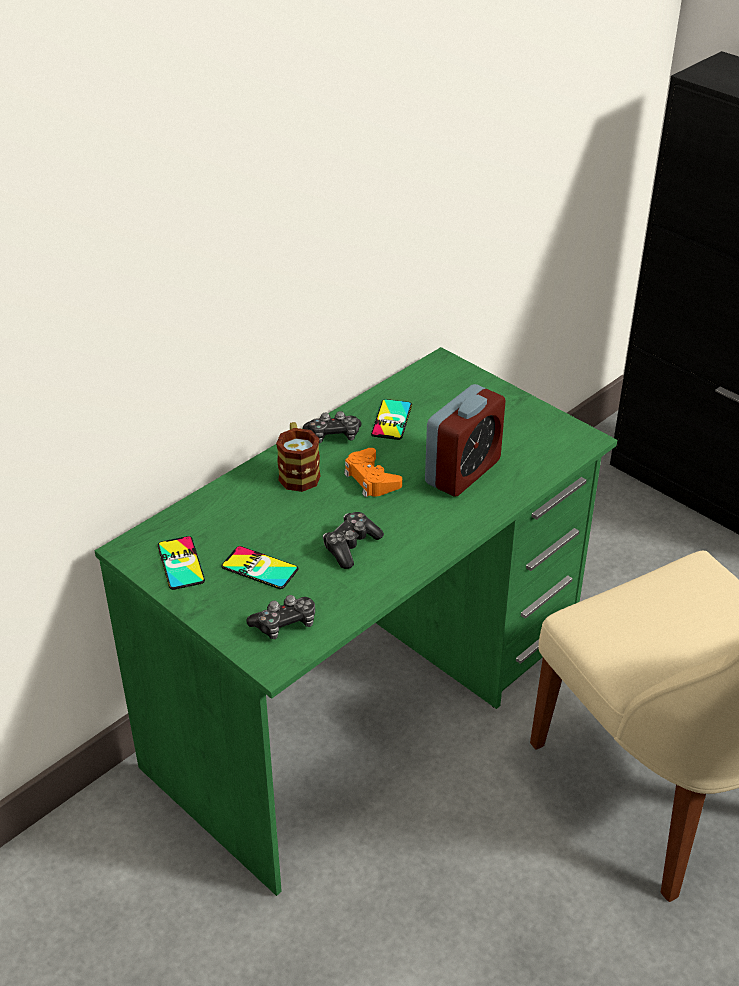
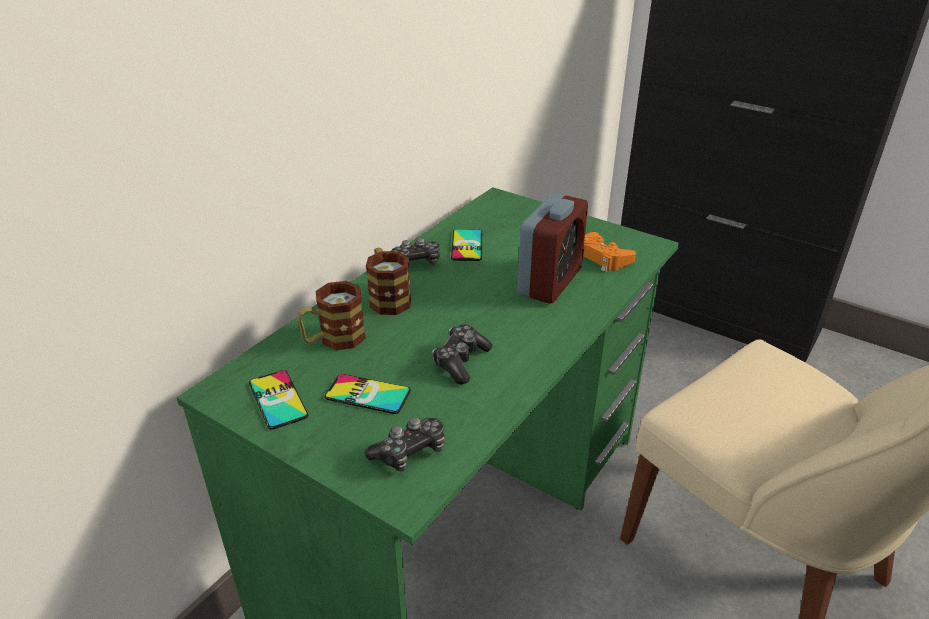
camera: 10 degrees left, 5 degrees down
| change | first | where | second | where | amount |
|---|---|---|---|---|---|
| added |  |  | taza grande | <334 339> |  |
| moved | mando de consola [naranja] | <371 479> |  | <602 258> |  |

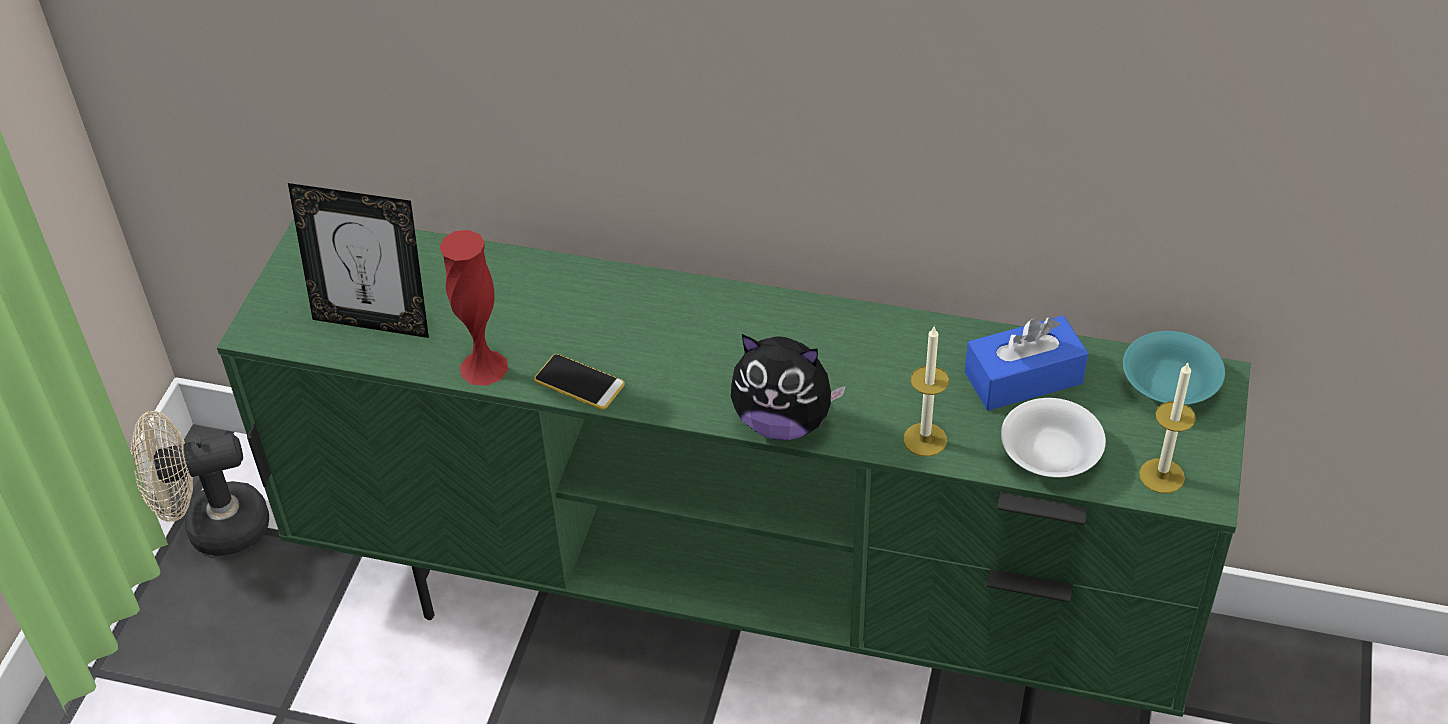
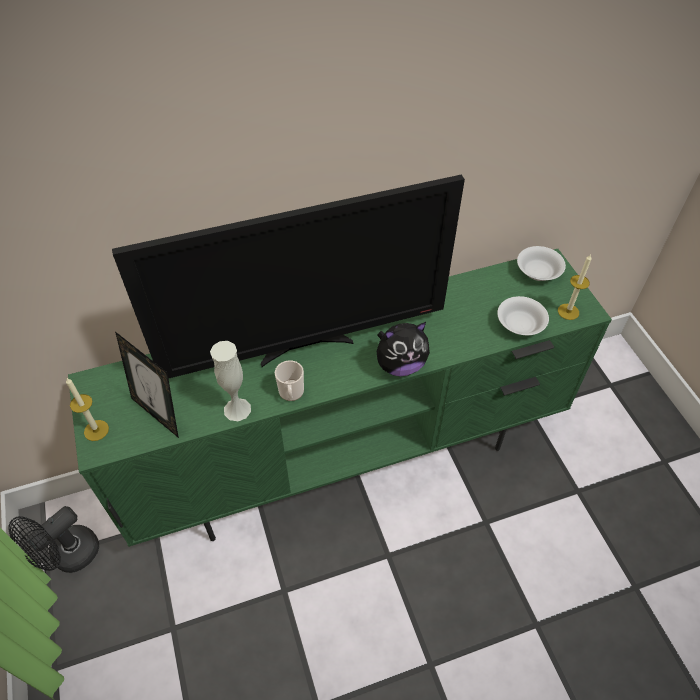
camera: 35 degrees left, 5 degrees up
| change | first | where | second | where | amount |
|---|---|---|---|---|---|
| removed | caja de pañuelos [azul] | <1023 378> |  |  |  |
| added |  |  | televisor | <306 346> |  |
| moved | vela | <925 439> |  | <96 430> |  |
| replaced | móvil | <579 382> | taza grande | <291 393> |  |
| recoloured | ventilador [beis] | <213 528> | ventilador [negro] | <68 556> |  |
| recoloured | florero [rojo] | <484 367> | florero [blanco] | <237 409> |  |
| recoloured | cuenco [turquesa] | <1170 386> | cuenco [blanco] | <538 272> |  |
| turned | portarretratos | <374 321> |  | <159 413> | 60 degrees clockwise |

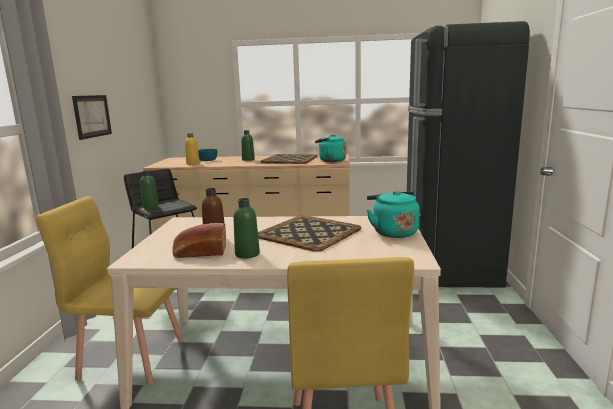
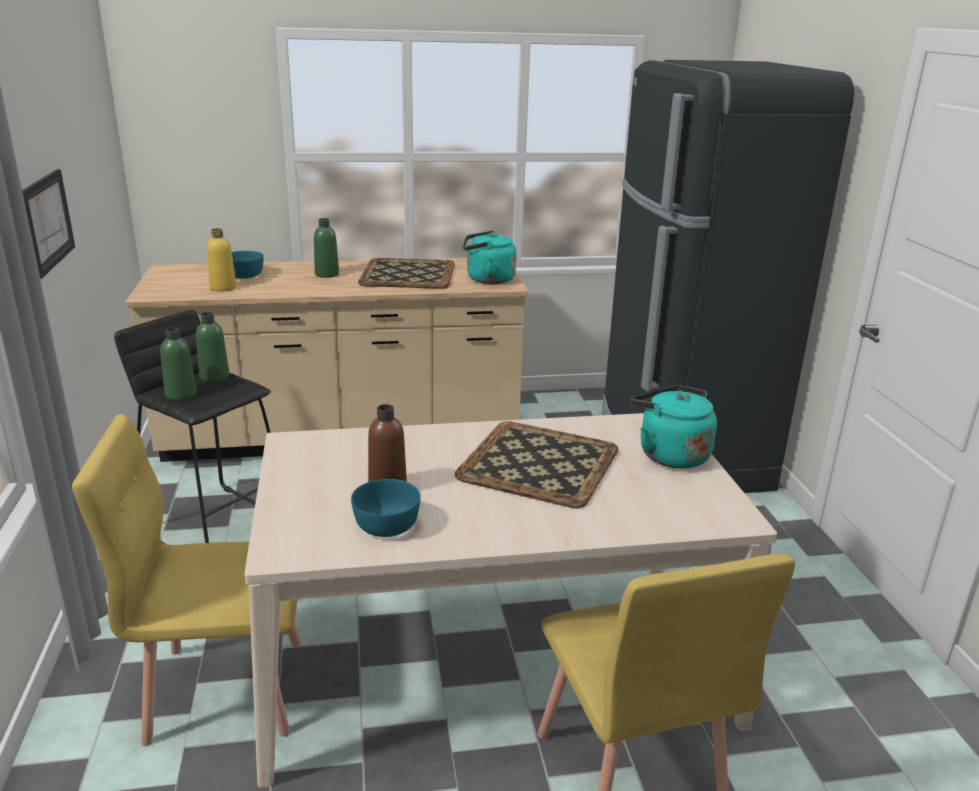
camera: 15 degrees left, 10 degrees up
| change | first | where | second | where | amount |
|---|---|---|---|---|---|
| moved | botella [verde] | <247 254> |  | <214 376> |  |
| replaced | pan | <199 253> | cuenco [turquesa] | <385 525> |  |

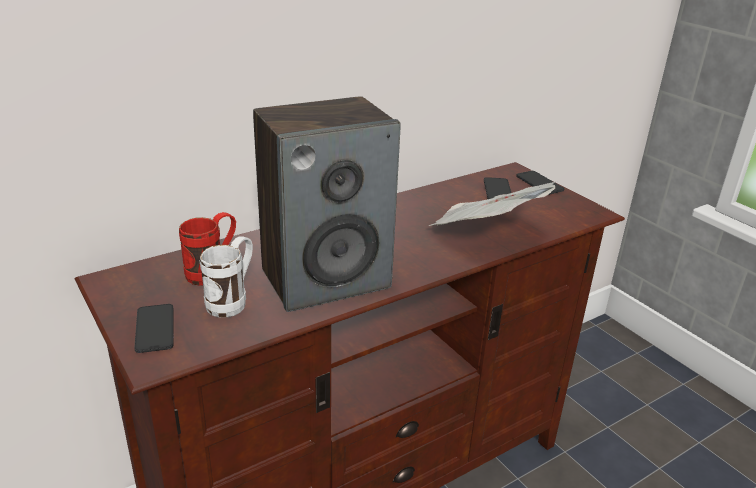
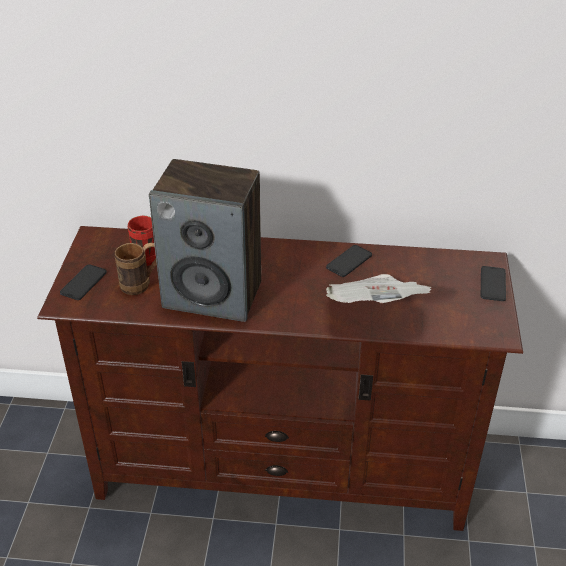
camera: 40 degrees right, 10 degrees up
| change | first | where | second | where | amount |
|---|---|---|---|---|---|
| moved | móvil | <497 190> |  | <349 261> |  |
| recoloured | taza grande [blanco] | <233 301> | taza grande [marrón] | <142 284> |  |

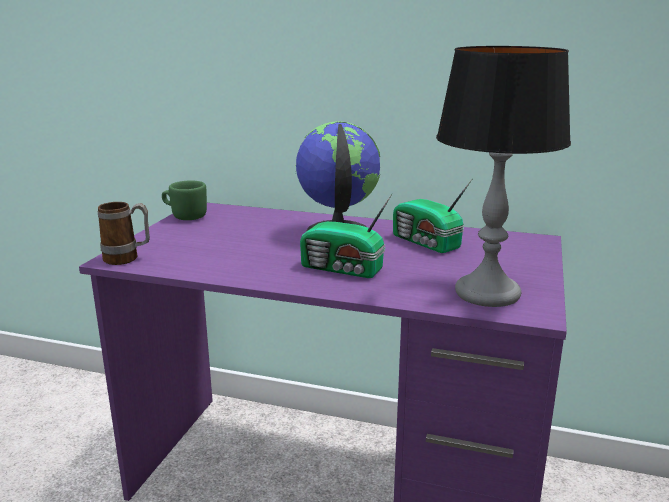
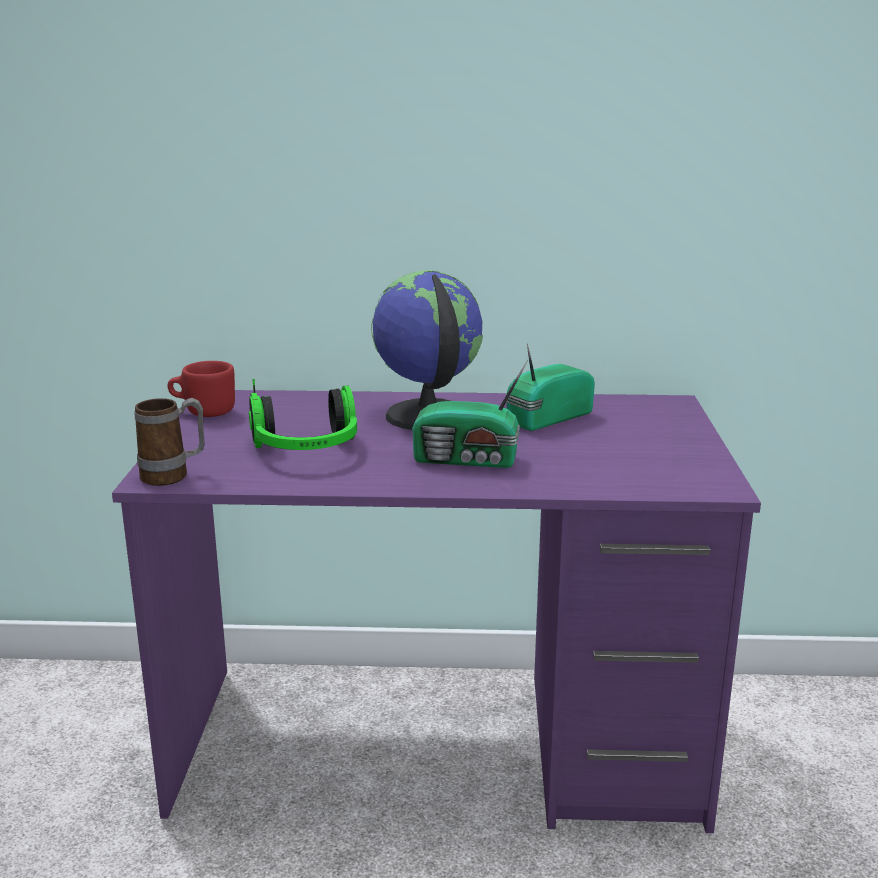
camera: 15 degrees left, 0 degrees up
| change | first | where | second | where | amount |
|---|---|---|---|---|---|
| removed | lámpara de mesa | <488 293> |  |  |  |
| added |  |  | auriculares | <307 451> |  |
| recoloured | taza grande [verde] | <185 216> | taza grande [rojo] | <203 411> |  |
| turned | radio | <426 243> |  | <545 418> | 105 degrees clockwise |

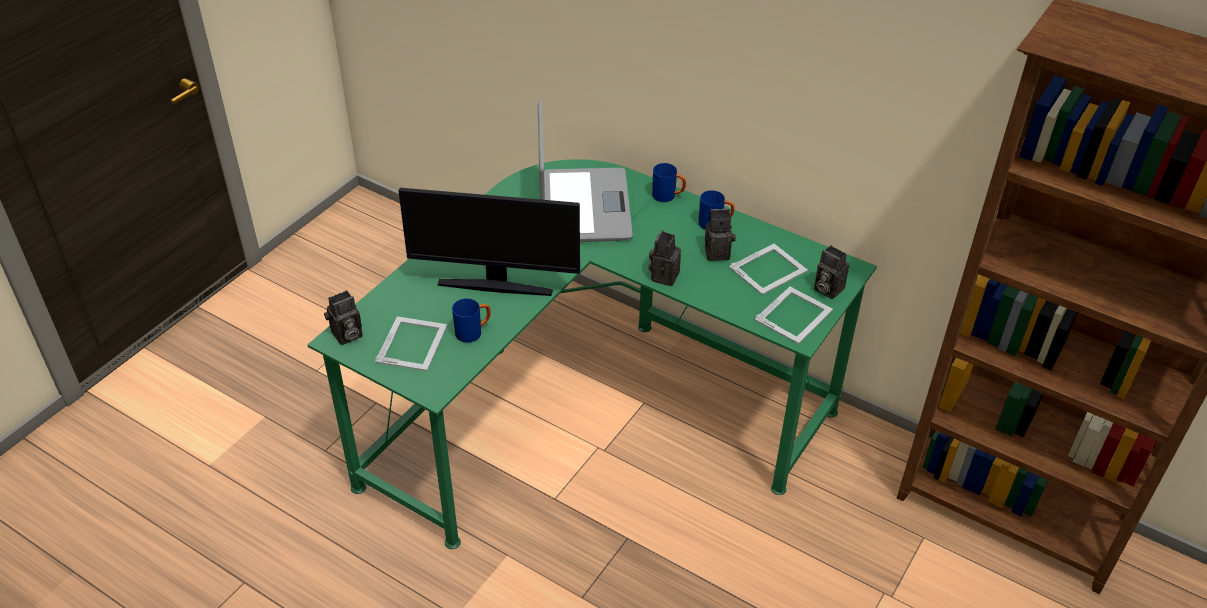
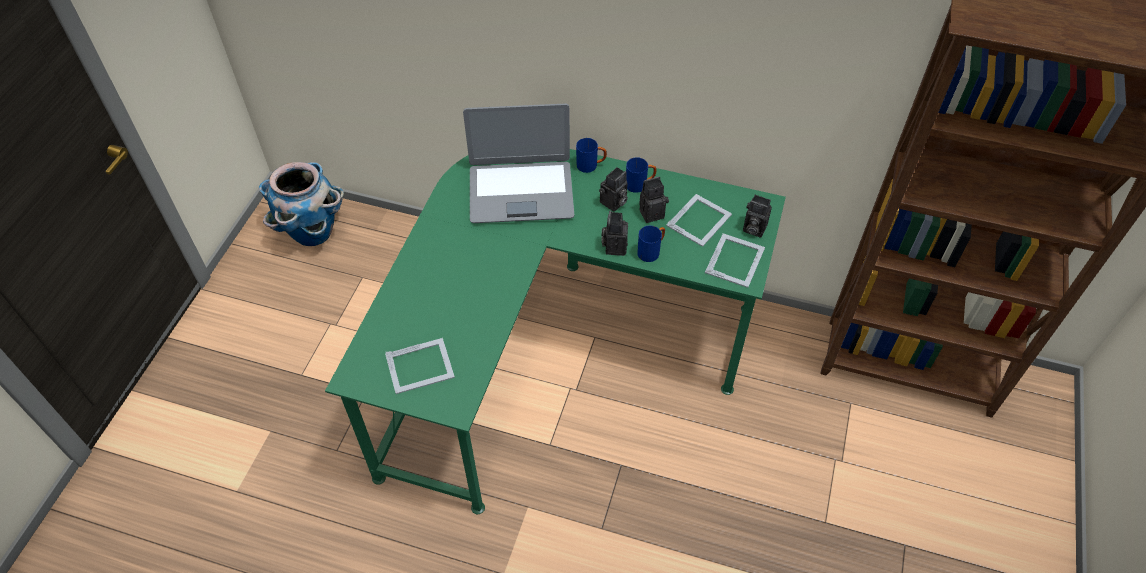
camera: 15 degrees left, 10 degrees up
| change | first | where | second | where | amount |
|---|---|---|---|---|---|
| removed | monitor | <495 285> |  |  |  |
| added |  |  | maceta | <312 232> |  |
| moved | cámara | <346 336> |  | <613 203> |  |
| moved | taza grande [azul] | <473 332> |  | <651 251> |  |
| turned | portarretratos | <412 343> |  | <420 366> | 75 degrees clockwise |
| turned | portátil | <583 206> |  | <521 192> | 105 degrees clockwise |

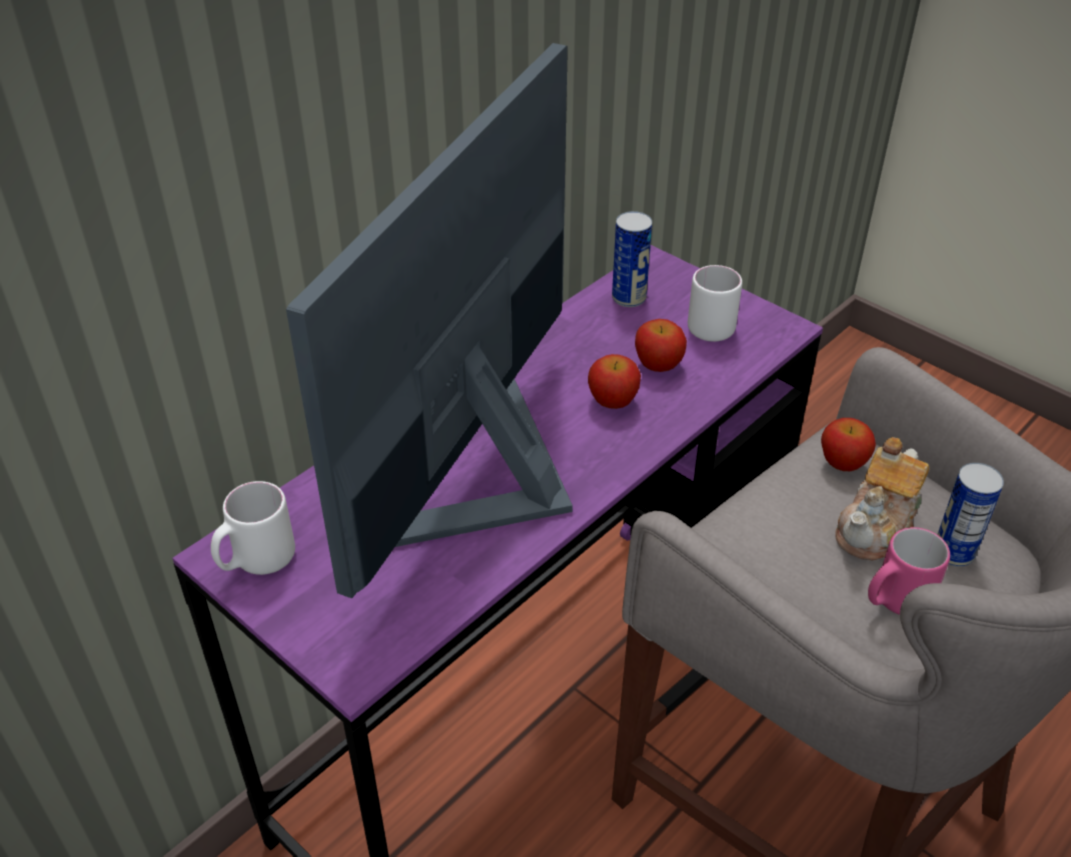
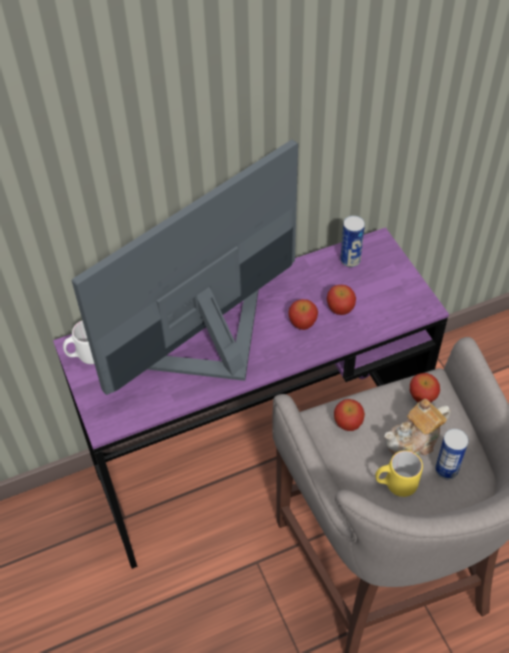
camera: 25 degrees right, 10 degrees up
| change | first | where | second | where | amount |
|---|---|---|---|---|---|
| removed | taza grande [blanco] | <709 323> |  |  |  |
| added |  |  | manzana | <347 423> |  |
| recoloured | taza grande [rosa] | <895 601> | taza grande [amarillo] | <395 484> |  |

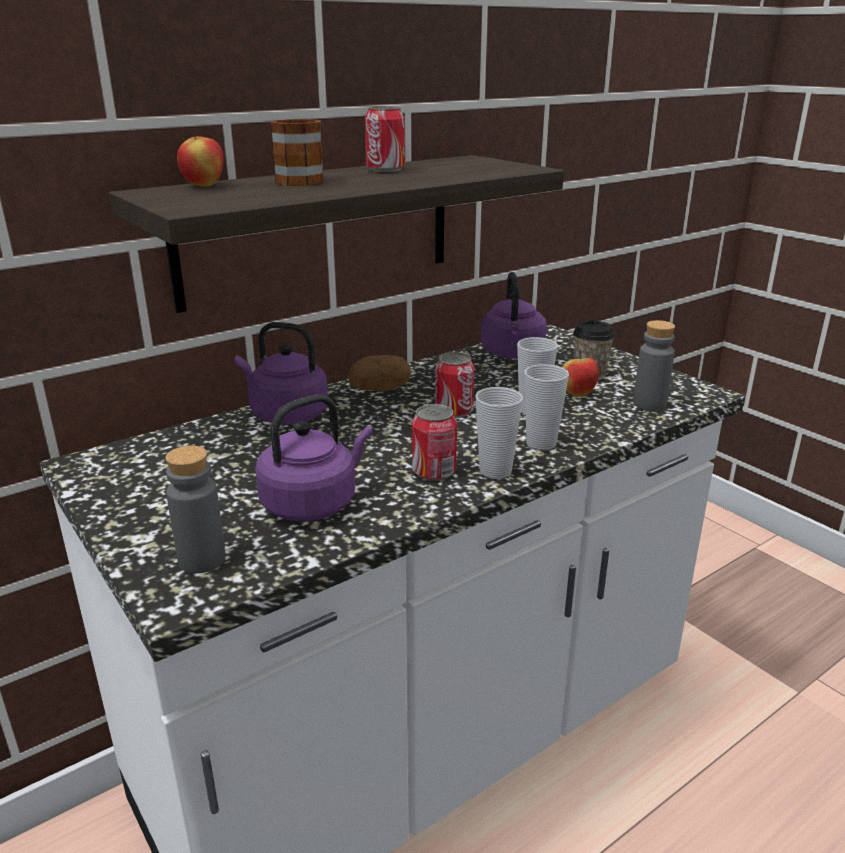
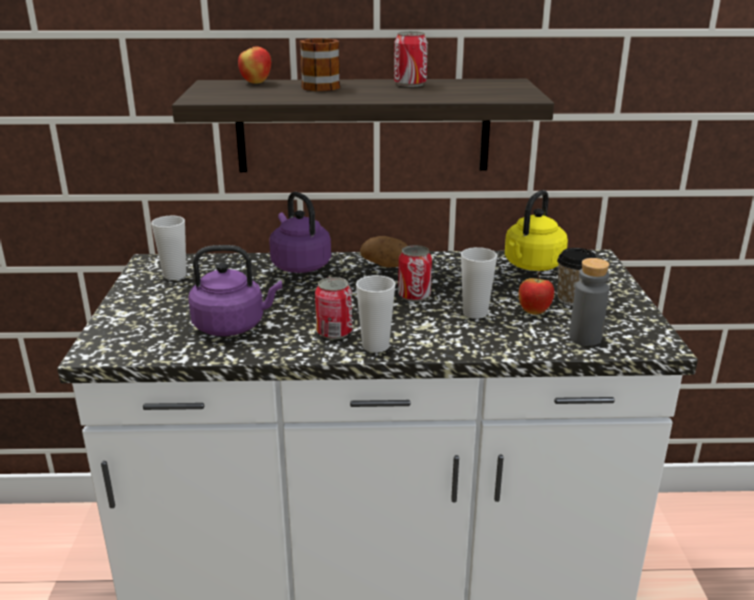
camera: 35 degrees right, 0 degrees up
| change | first | where | second | where | amount |
|---|---|---|---|---|---|
| removed | botella [gris] | <202 559> |  |  |  |
| moved | taza | <541 443> |  | <175 275> |  |
| recoloured | hervidor [morado] | <512 354> | hervidor [amarillo] | <532 265> |  |

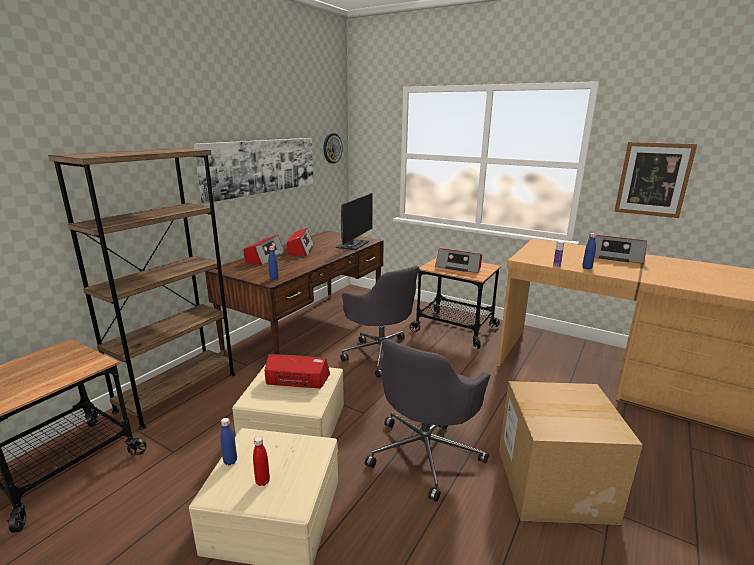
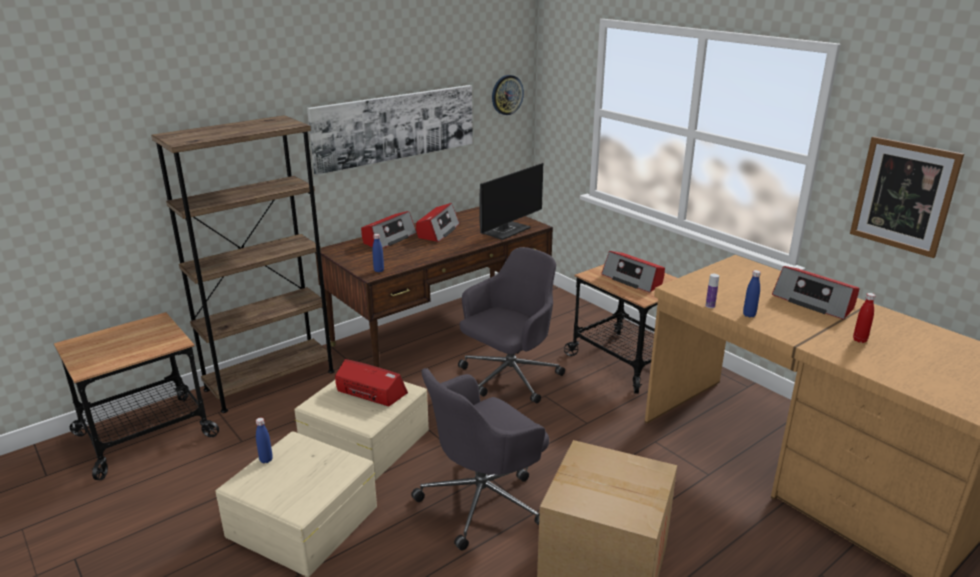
camera: 20 degrees right, 5 degrees up
| change | first | where | second | where | amount |
|---|---|---|---|---|---|
| moved | botella [rojo] | <262 481> |  | <859 340> |  |
| turned | silla de oficina [gris] | <381 354> |  | <509 377> | 120 degrees counterclockwise |

